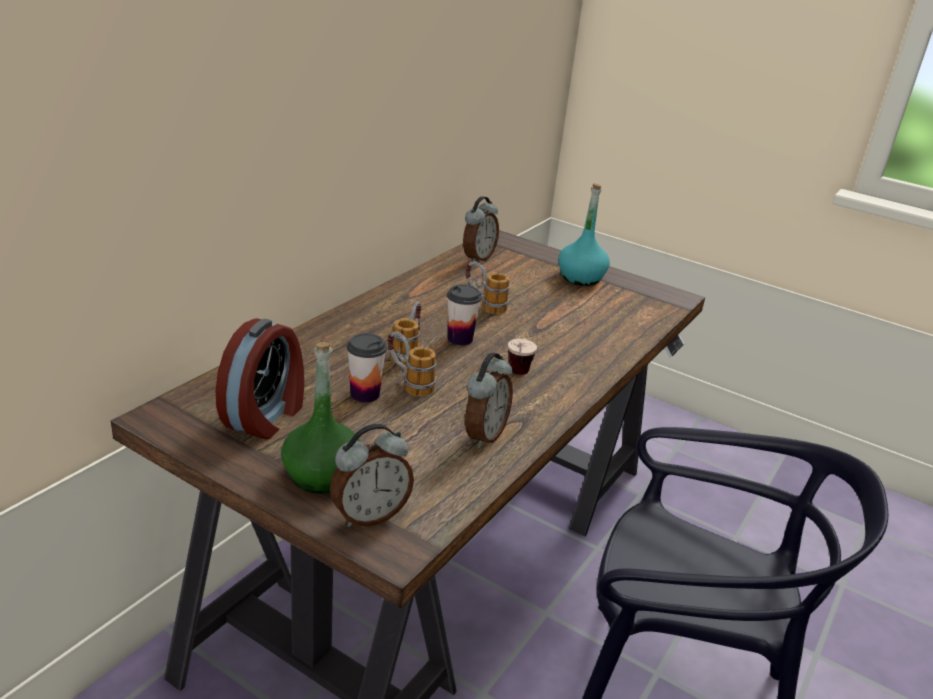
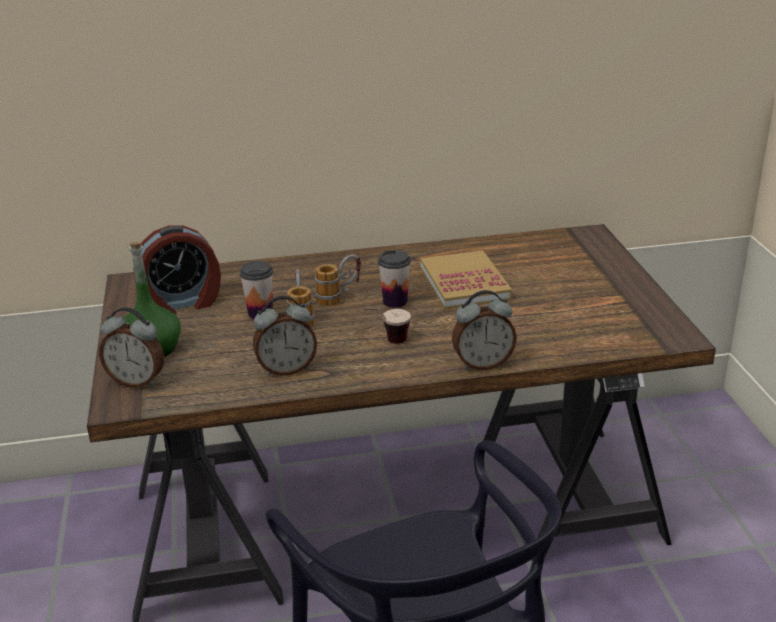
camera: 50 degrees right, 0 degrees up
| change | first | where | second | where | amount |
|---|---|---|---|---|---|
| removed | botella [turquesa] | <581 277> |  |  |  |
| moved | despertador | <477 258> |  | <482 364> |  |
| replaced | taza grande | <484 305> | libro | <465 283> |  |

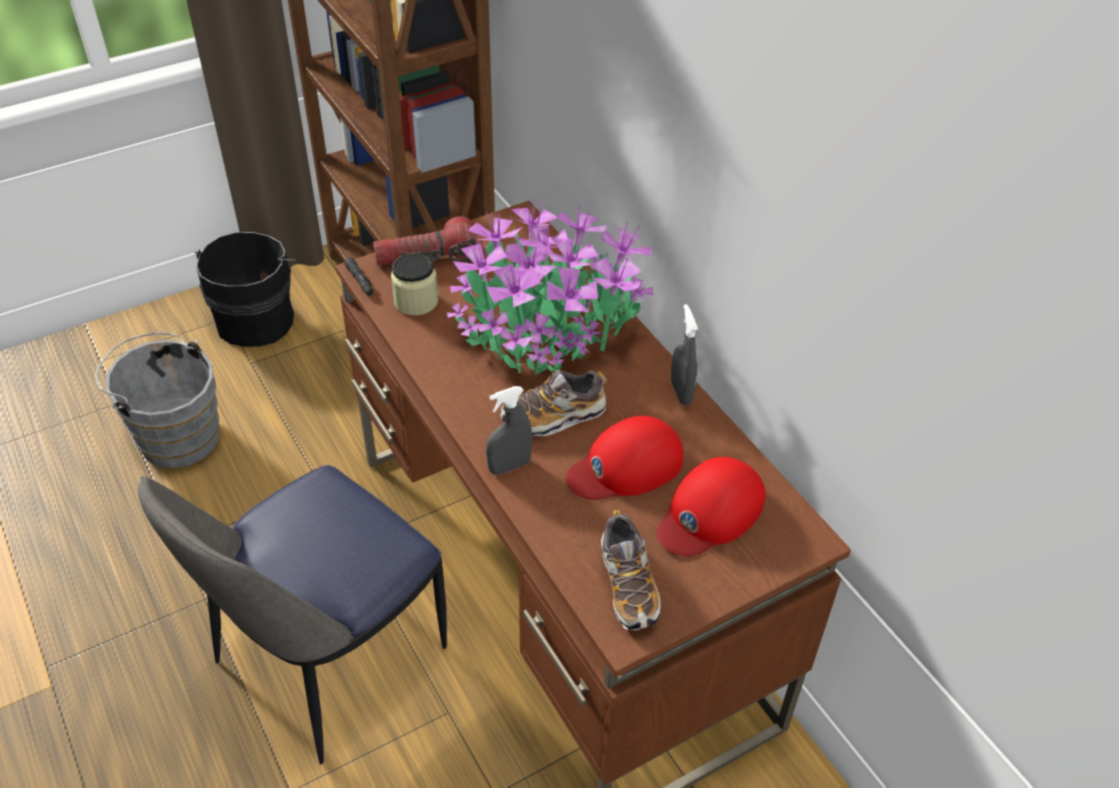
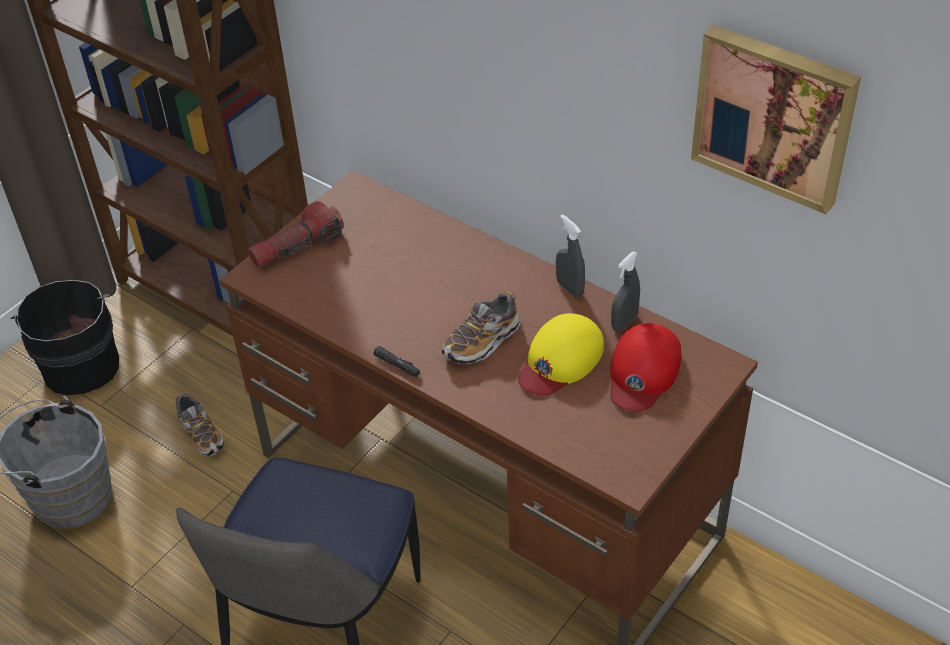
camera: 20 degrees left, 0 degrees up
| change | first | where | second | where | amount |
|---|---|---|---|---|---|
| removed | tarro | <416 301> |  |  |  |
| removed | planta en maceta | <547 332> |  |  |  |
| added |  |  | cuadro | <775 115> |  |
| moved | linterna [negro] | <360 281> |  | <397 365> |  |
| moved | pulverizador [gris] | <509 466> |  | <624 322> |  |
| moved | zapato | <628 585> |  | <201 434> |  |
| recoloured | gorra [rojo] | <626 466> | gorra [amarillo] | <560 360> |  |

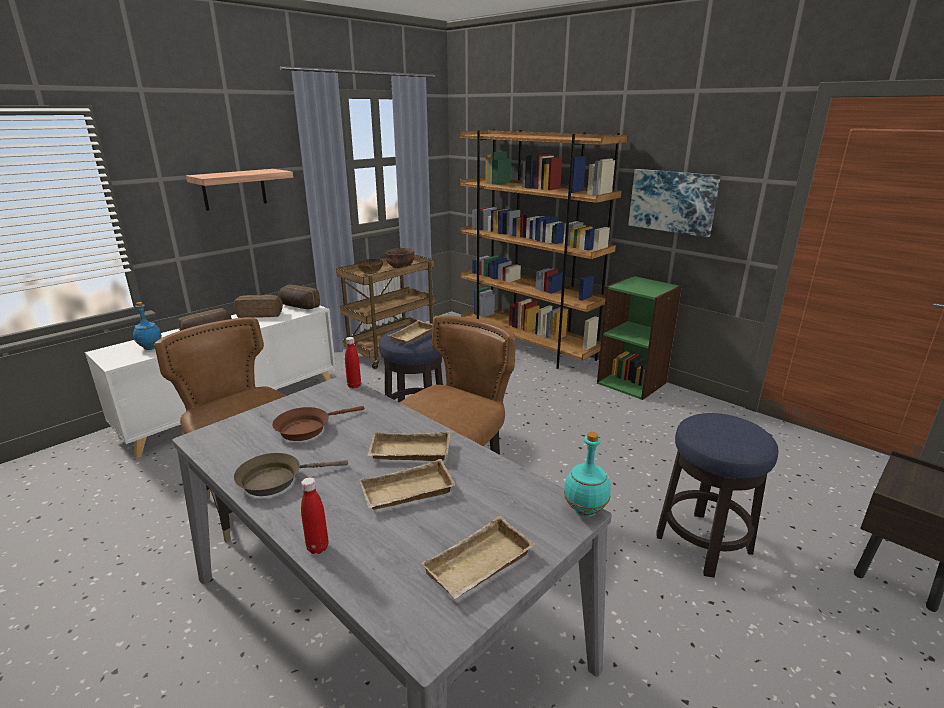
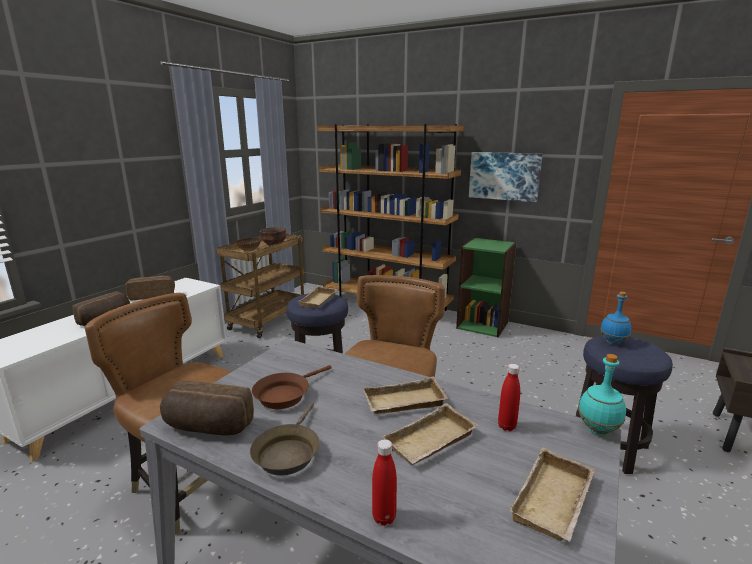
camera: 15 degrees left, 5 degrees down
| change | first | where | second | where | amount |
|---|---|---|---|---|---|
| removed | estante | <234 189> |  |  |  |
| moved | botella [azul] | <150 348> |  | <613 343> |  |
| moved | pan | <298 306> |  | <207 427> |  |
| moved | botella [rojo] | <354 385> |  | <507 426> |  |
| turned | sartén [marrón] | <276 480> |  | <288 452> | 45 degrees counterclockwise |

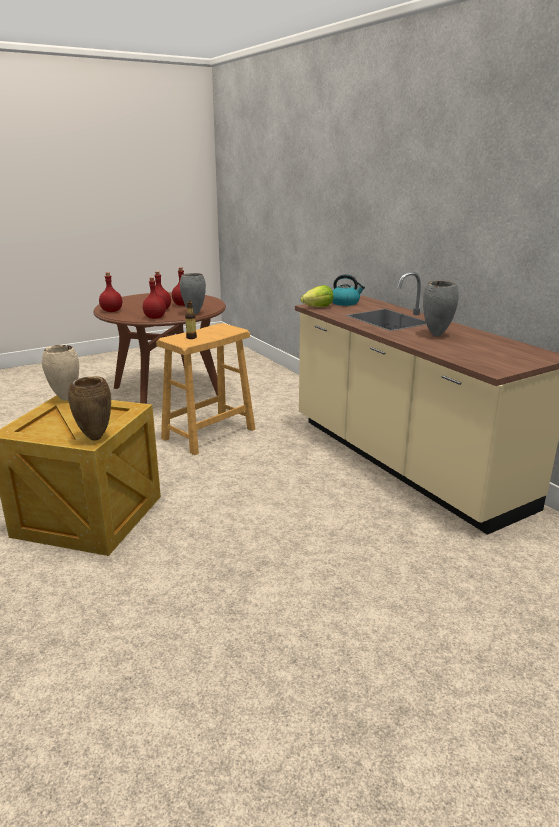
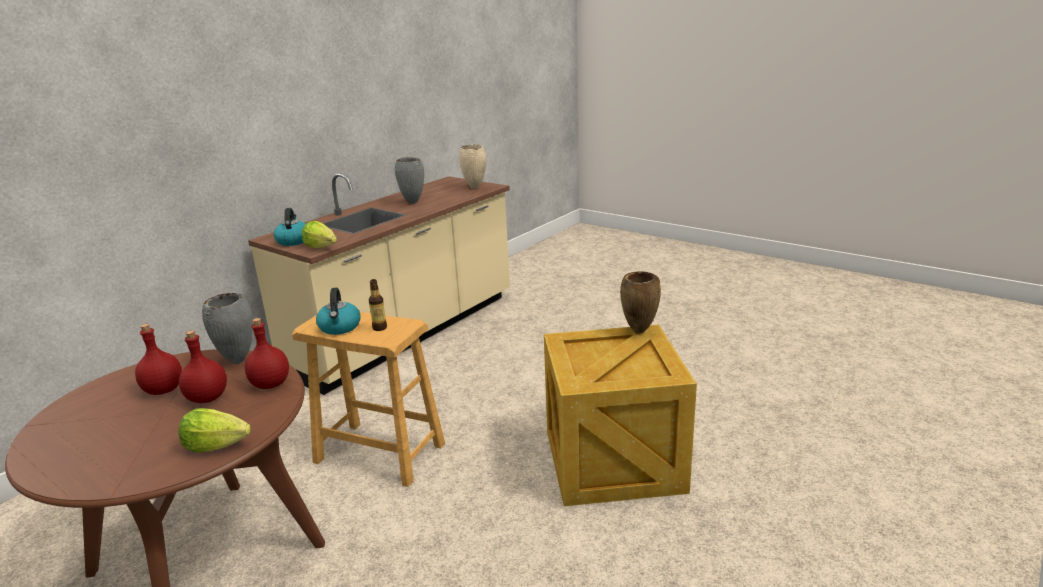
camera: 110 degrees left, 0 degrees up
| change | first | where | second | where | amount |
|---|---|---|---|---|---|
| added |  |  | hervidor | <340 327> |  |
| moved | florero [beis] | <65 399> |  | <475 188> |  |
| replaced | botella [rojo] | <112 311> | lechuga | <215 446> |  |

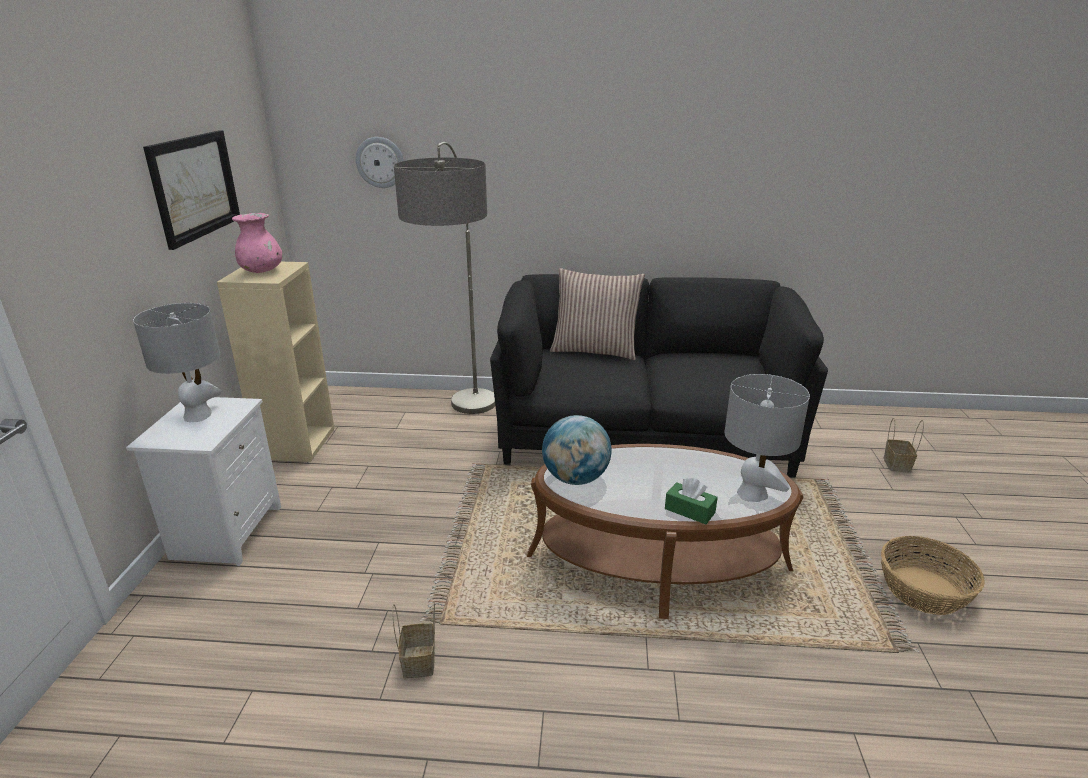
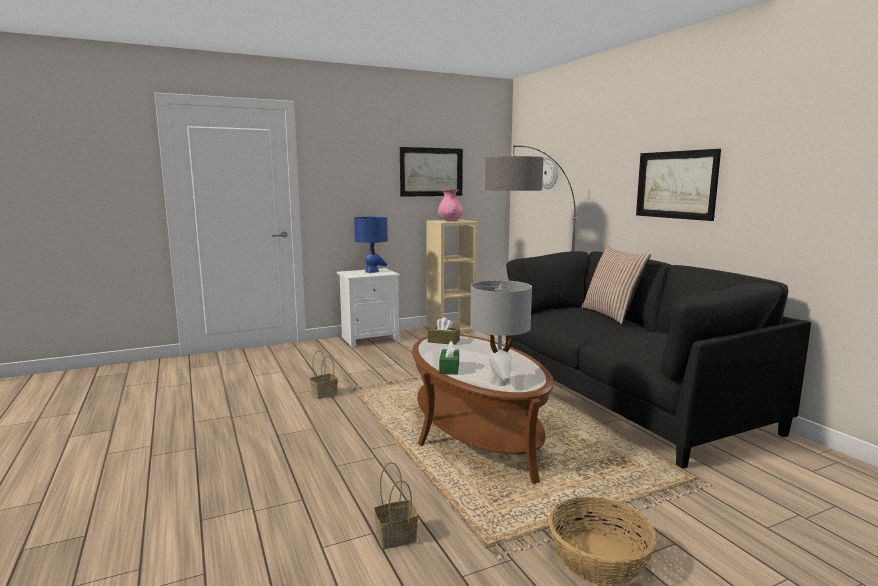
camera: 60 degrees right, 15 degrees down
| change | first | where | second | where | amount |
|---|---|---|---|---|---|
| added |  |  | cuadro | <676 185> |  |
| moved | cesta | <896 464> |  | <397 536> |  |
| replaced | globo terráqueo | <575 479> | caja de pañuelos [marrón] | <443 341> |  |
| recoloured | lámpara de mesa [gris] | <198 415> | lámpara de mesa [azul] | <372 271> |  |

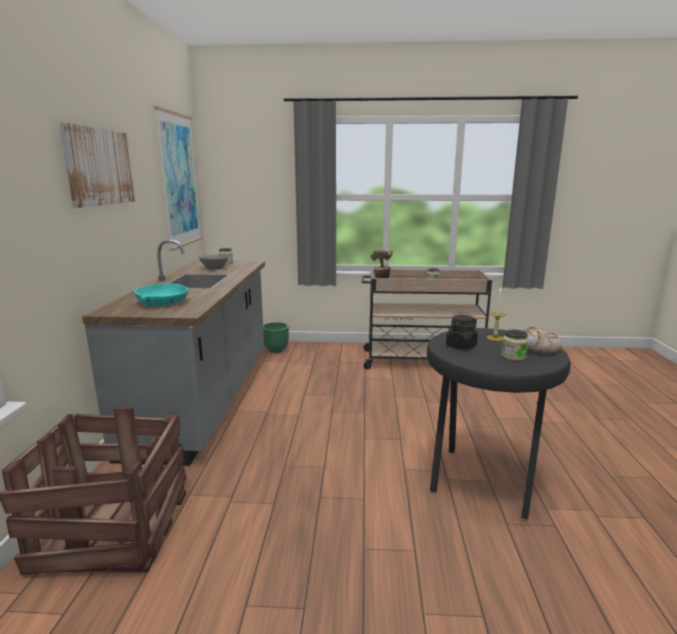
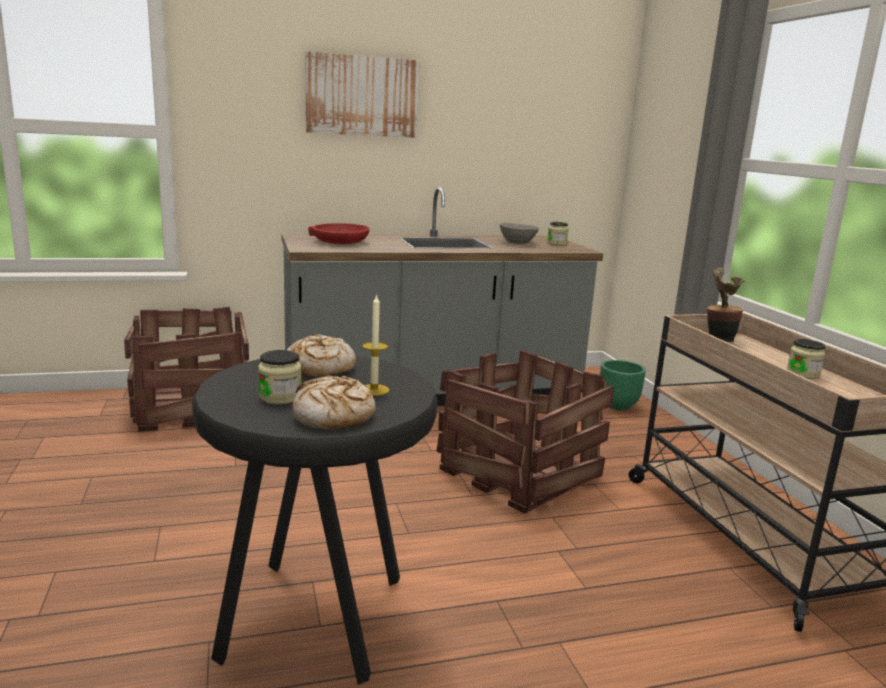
camera: 70 degrees right, 0 degrees up
| change | first | where | second | where | amount |
|---|---|---|---|---|---|
| removed | cuadro | <179 181> |  |  |  |
| added |  |  | caja de embalaje | <520 473> |  |
| replaced | tarro [negro] | <461 346> | pan | <319 368> |  |
| recoloured | cuenco [turquesa] | <162 302> | cuenco [rojo] | <340 242> |  |

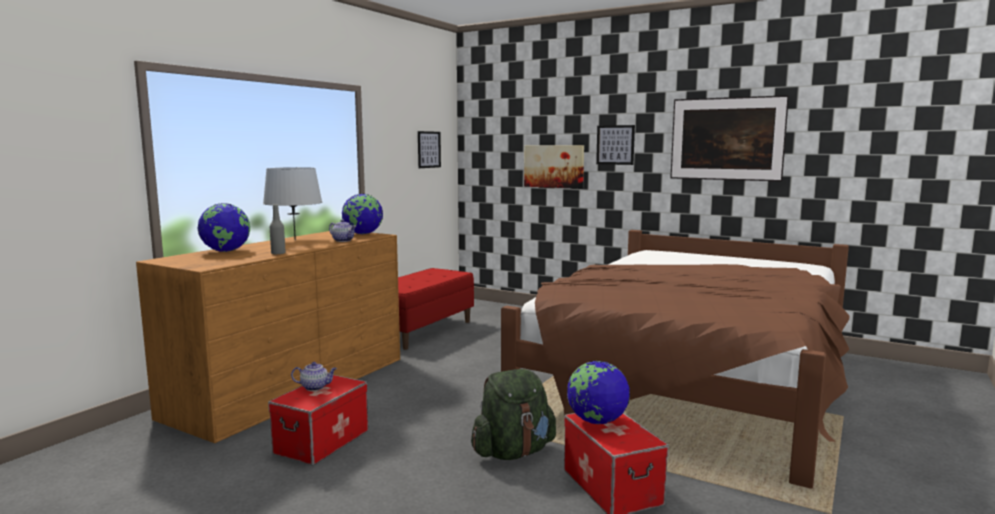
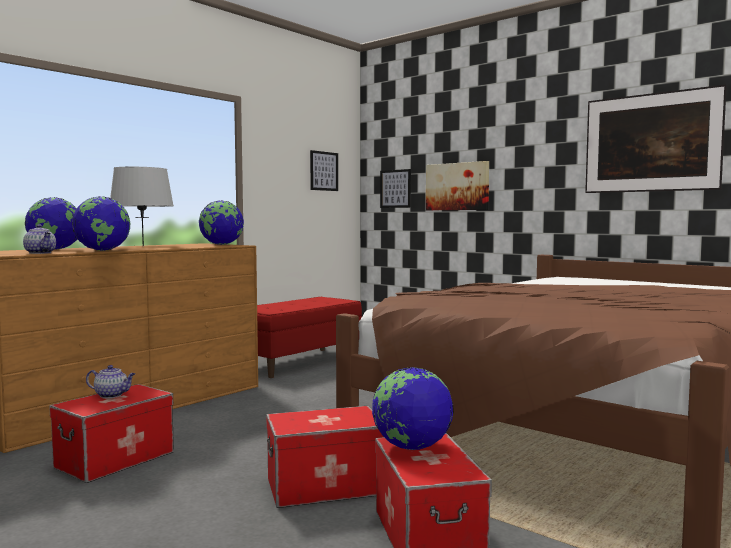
camera: 10 degrees right, 5 degrees down
| change | first | where | second | where | amount |
|---|---|---|---|---|---|
| moved | tetera | <343 240> |  | <41 253> |  |
| moved | cuadro | <615 145> |  | <395 188> |  |
| replaced | botella [gris] | <278 253> | globo terráqueo | <103 250> |  |
| replaced | mochila [verde] | <513 452> | caja de almacenaje | <325 487> |  |

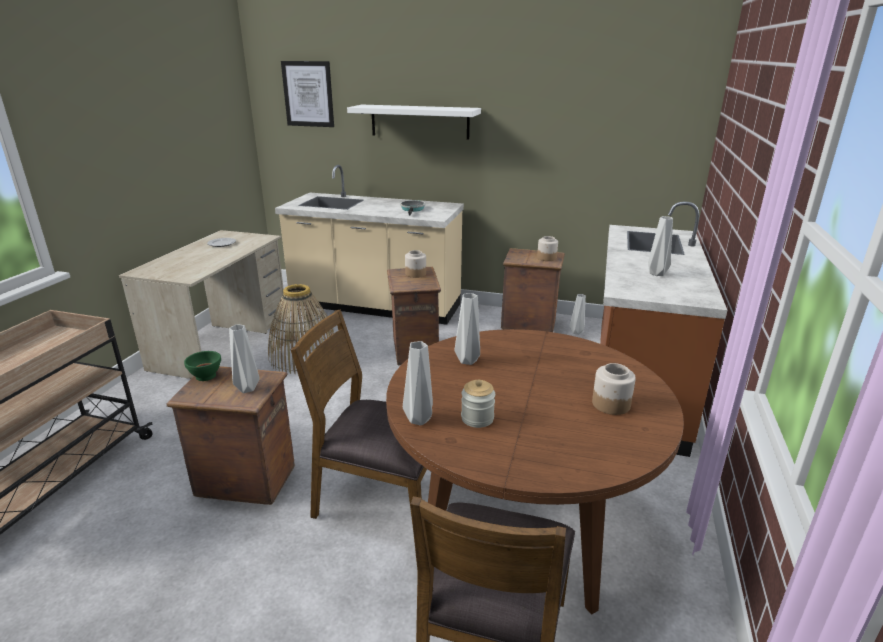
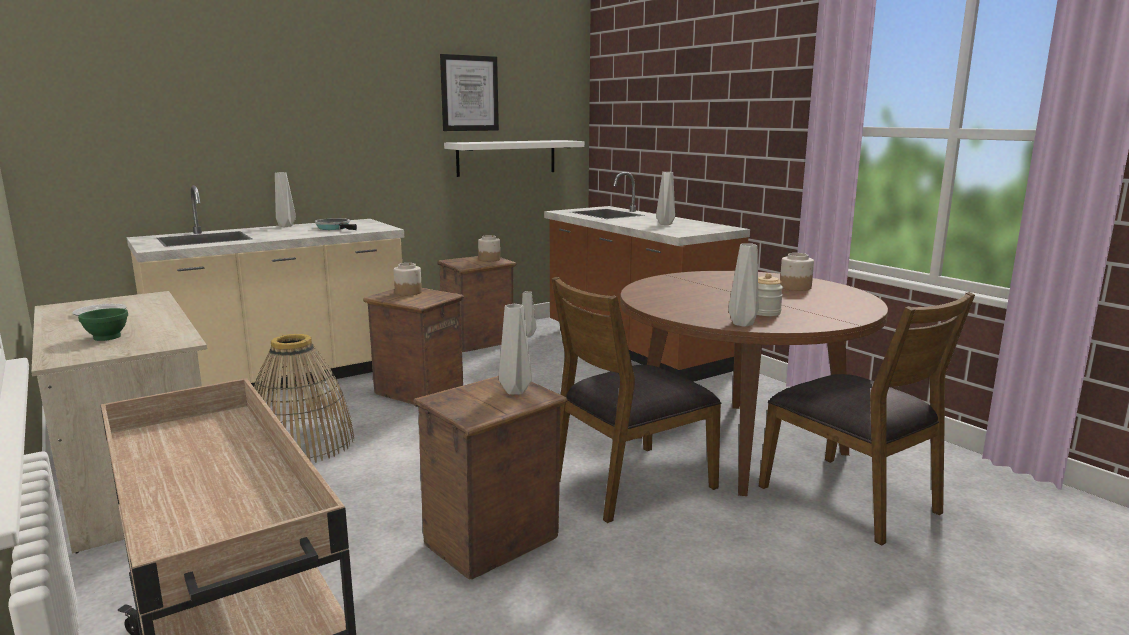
camera: 50 degrees left, 10 degrees down
| change | first | where | second | where | amount |
|---|---|---|---|---|---|
| moved | cuenco [verde] | <205 376> |  | <106 337> |  |
| moved | cuadro | <308 94> |  | <469 93> |  |
| moved | estante [blanco] | <419 121> |  | <506 157> |  |
| moved | florero [gris] | <467 361> |  | <286 226> |  |

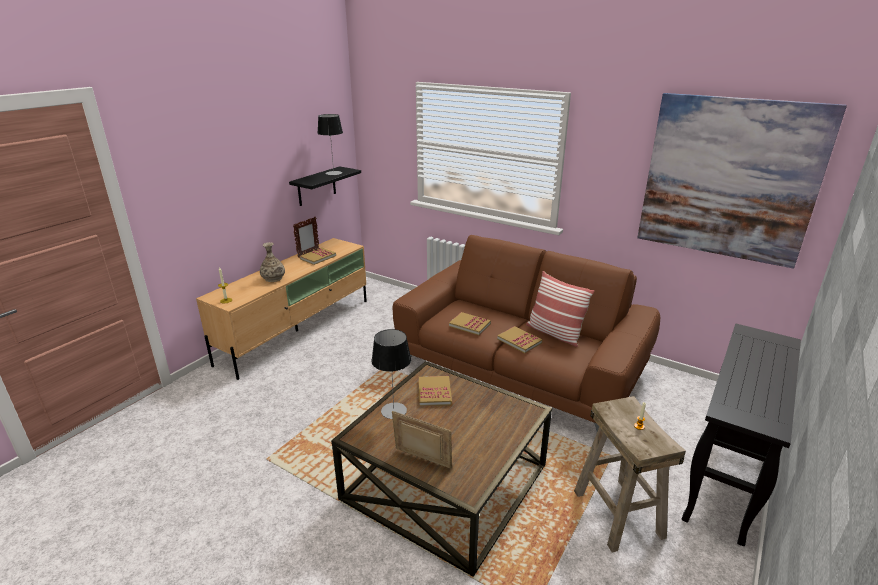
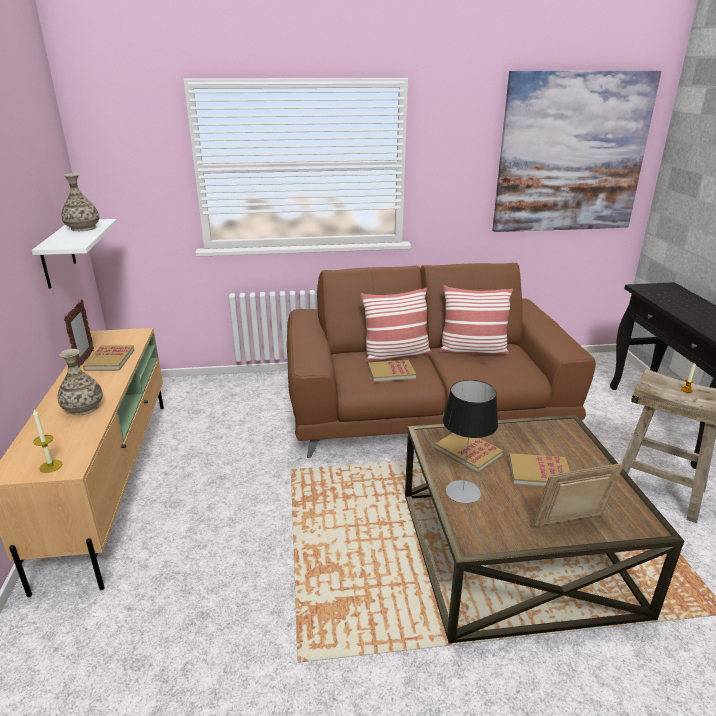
camera: 40 degrees left, 0 degrees up
| change | first | where | second | where | amount |
|---|---|---|---|---|---|
| added |  |  | cojín | <396 355> |  |
| moved | libro | <519 341> |  | <539 473> |  |
| replaced | lámpara de mesa | <333 173> | florero | <83 228> |  |
| recoloured | estante [negro] | <316 186> | estante [blanco] | <57 254> |  |

